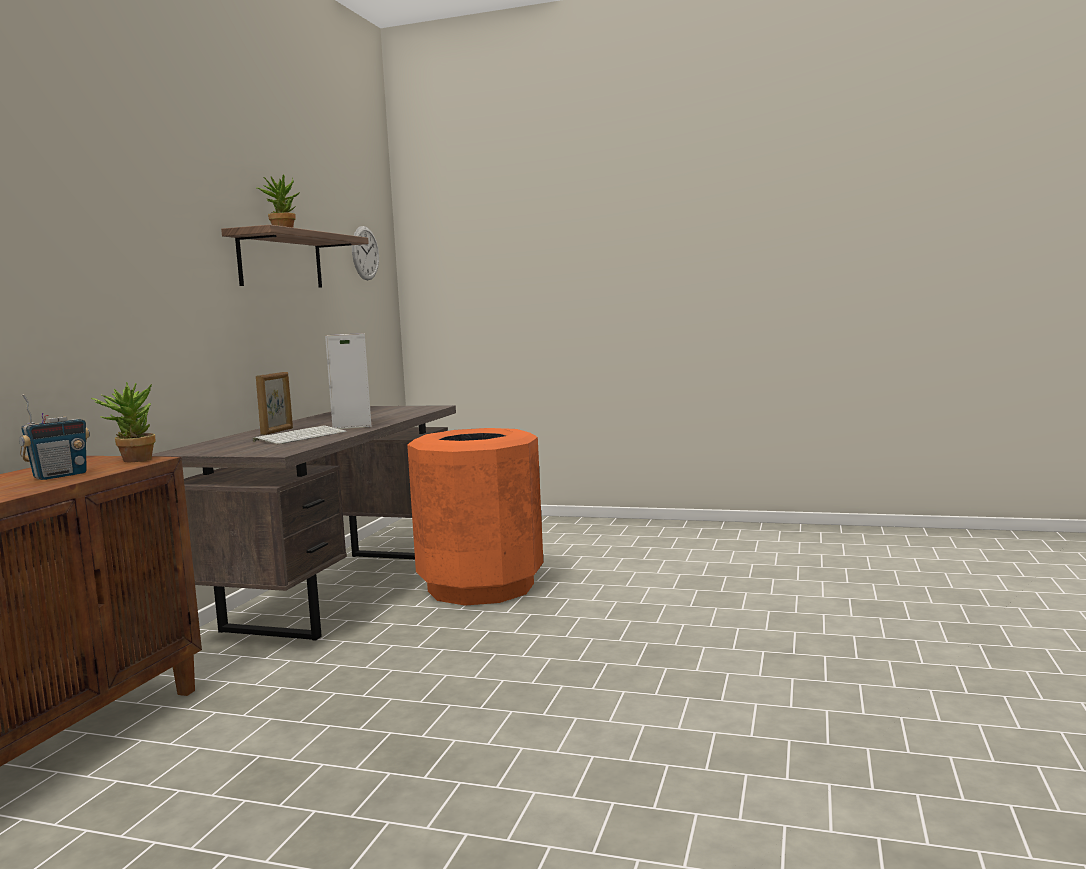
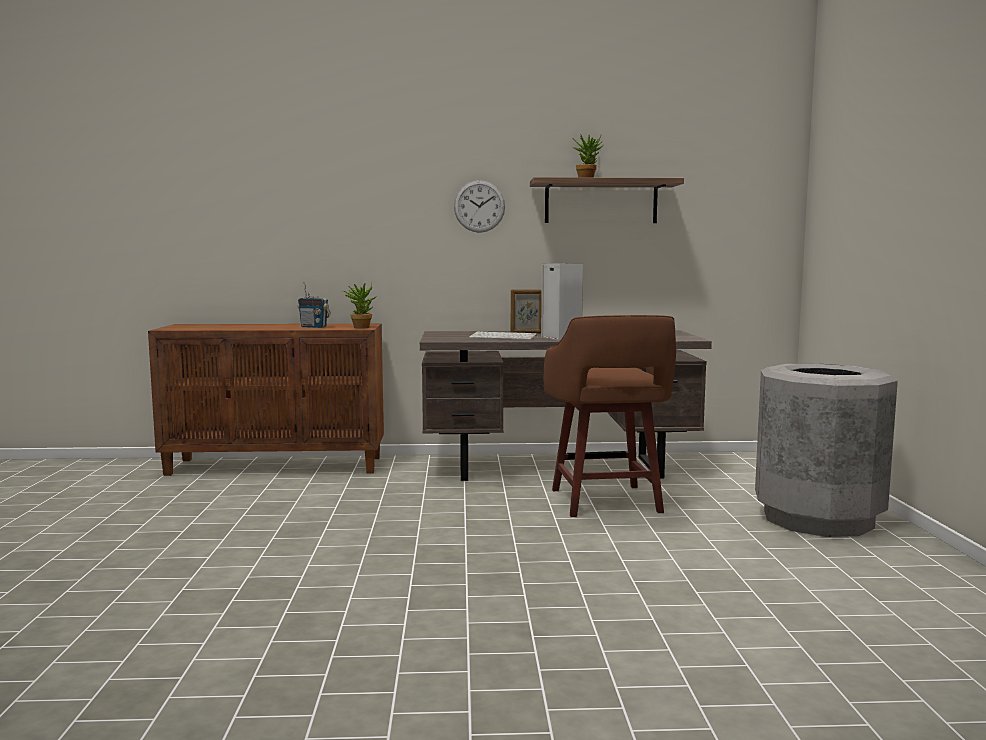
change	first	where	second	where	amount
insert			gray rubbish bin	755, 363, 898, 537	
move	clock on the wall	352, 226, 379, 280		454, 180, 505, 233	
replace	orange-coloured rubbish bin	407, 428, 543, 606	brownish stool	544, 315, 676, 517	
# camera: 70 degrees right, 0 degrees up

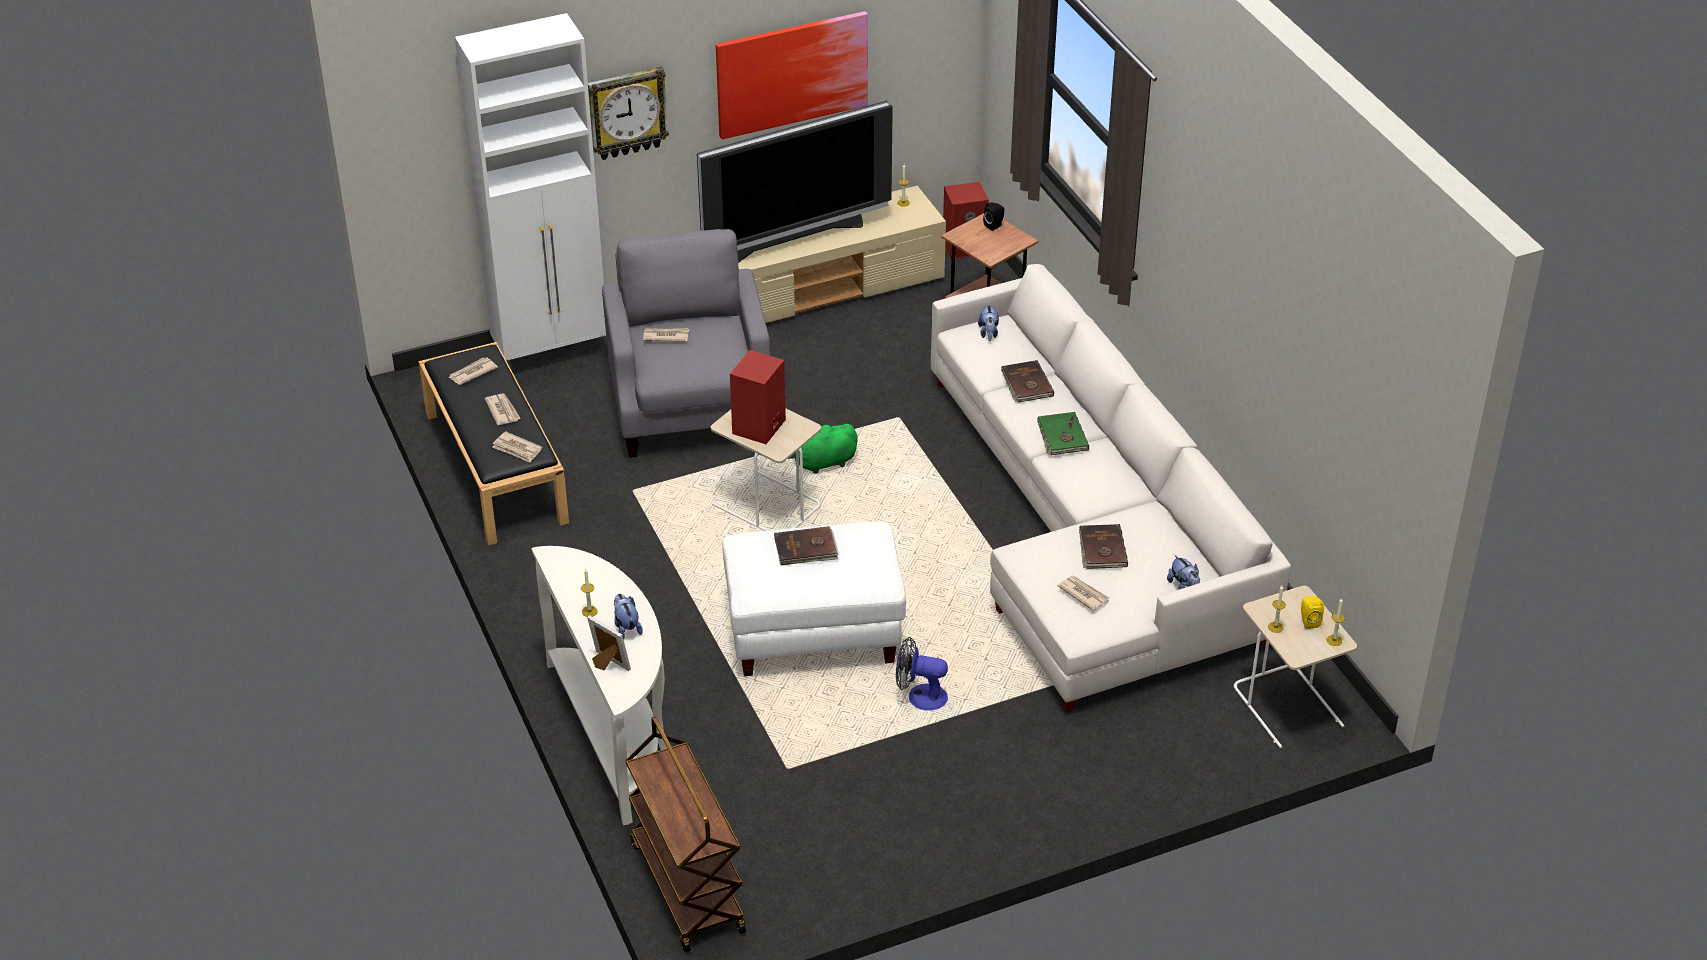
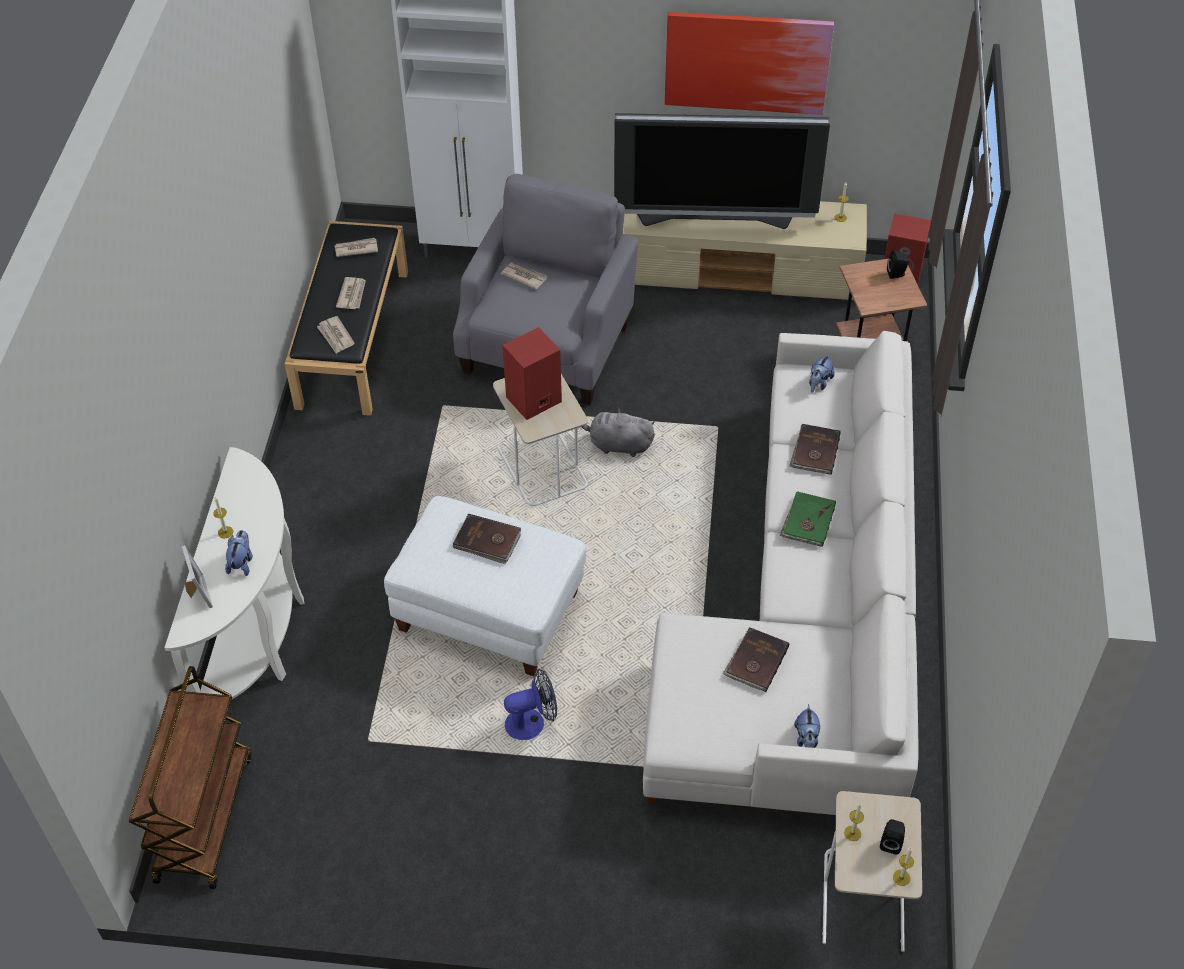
change	first	where	second	where	amount
delete	clock on the wall	588, 66, 669, 160			
delete	printed paper	1058, 575, 1110, 611			
recolor	greenish soft toy	788, 424, 858, 474	gray soft toy	582, 408, 655, 457	
recolor	yellowish audio speaker	1301, 596, 1324, 629	black audio speaker	880, 819, 905, 855	
rotate	cooling fan	896, 637, 948, 711		504, 668, 557, 740	120 degrees clockwise
# camera: 30 degrees right, 10 degrees up

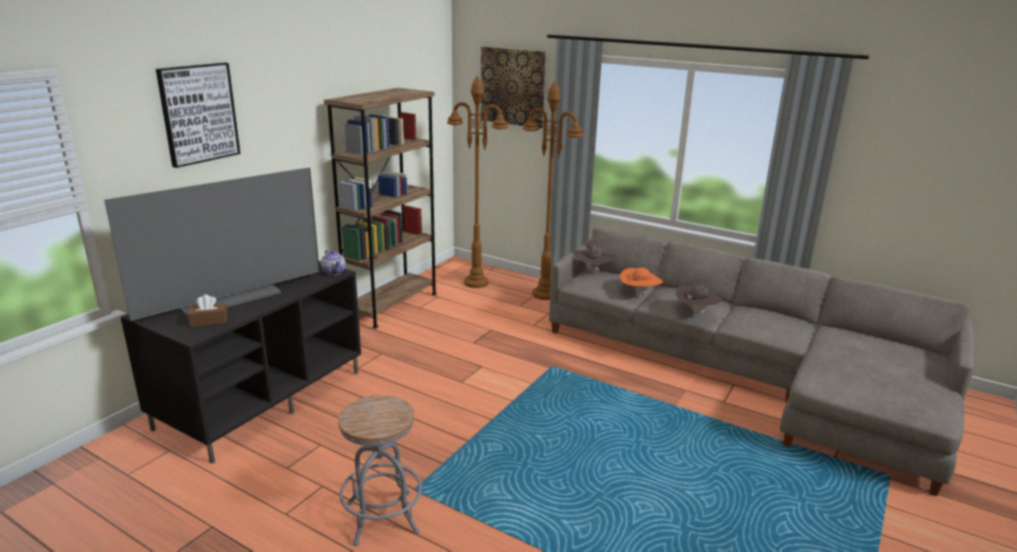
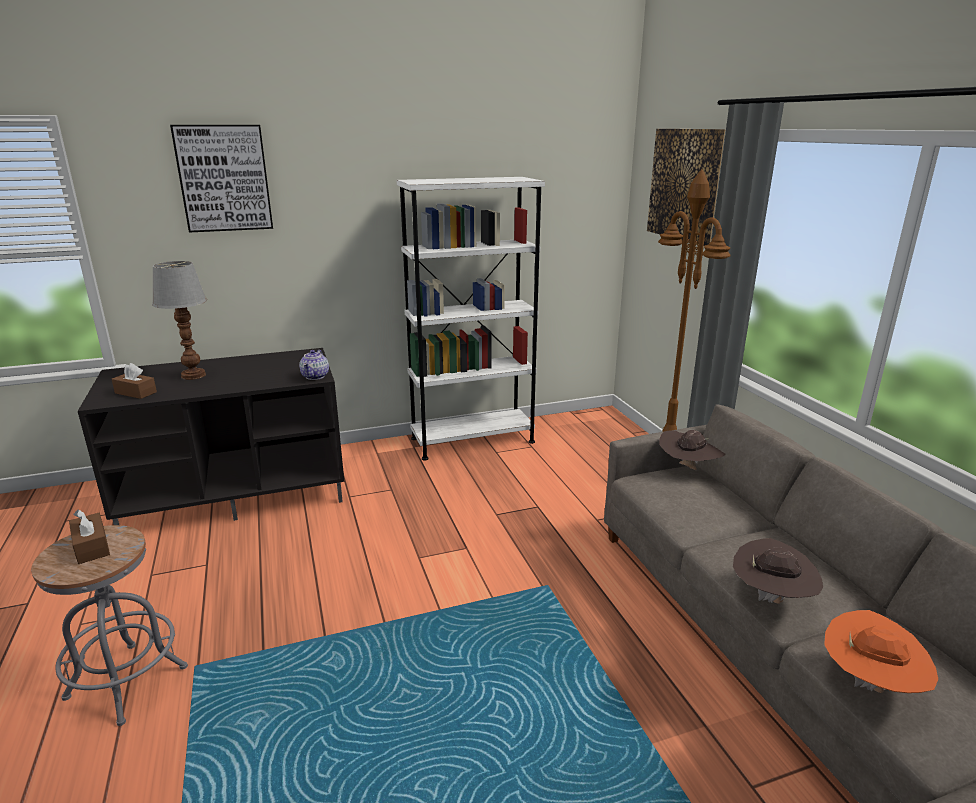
change	first	where	second	where	amount
delete	brownish standard lamp	447, 75, 508, 288			
insert			brownish box of tissues	69, 510, 110, 564	
move	orange-coloured wearable hat	620, 268, 663, 296		824, 610, 938, 693	
replace	TV set	104, 168, 320, 321	table lamp	152, 261, 207, 380	
recolor	brownish bookshelf	324, 88, 437, 329	white bookshelf	397, 177, 545, 461	
# camera: 40 degrees right, 0 degrees up

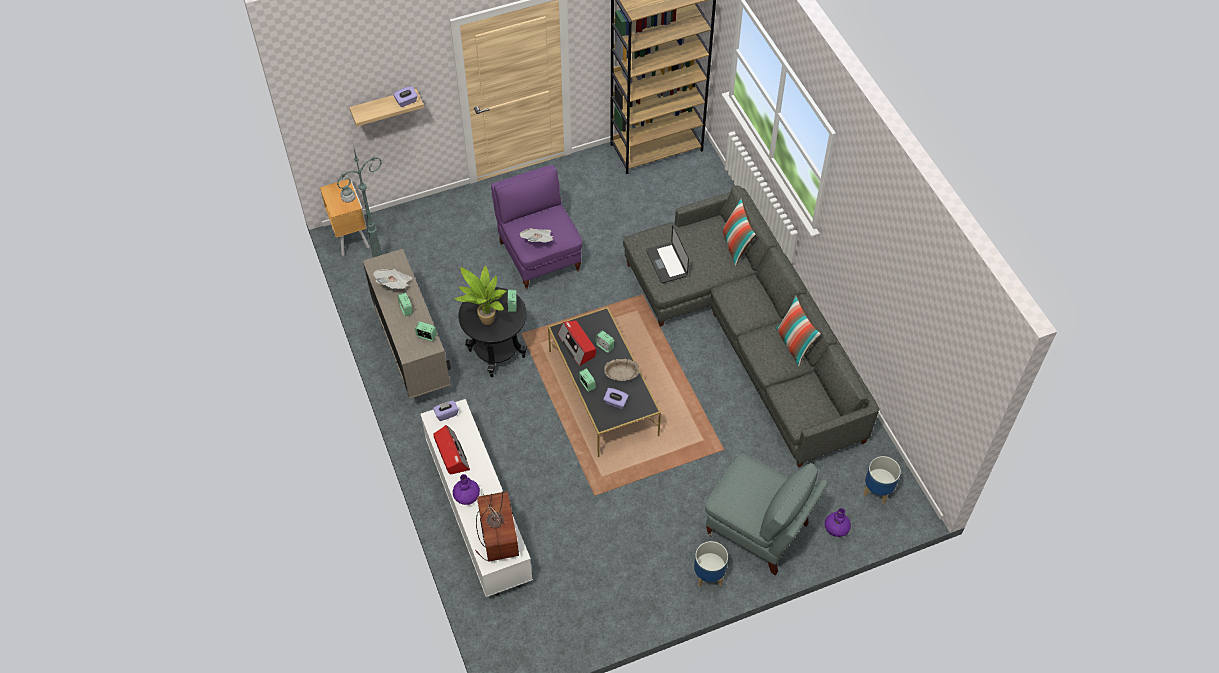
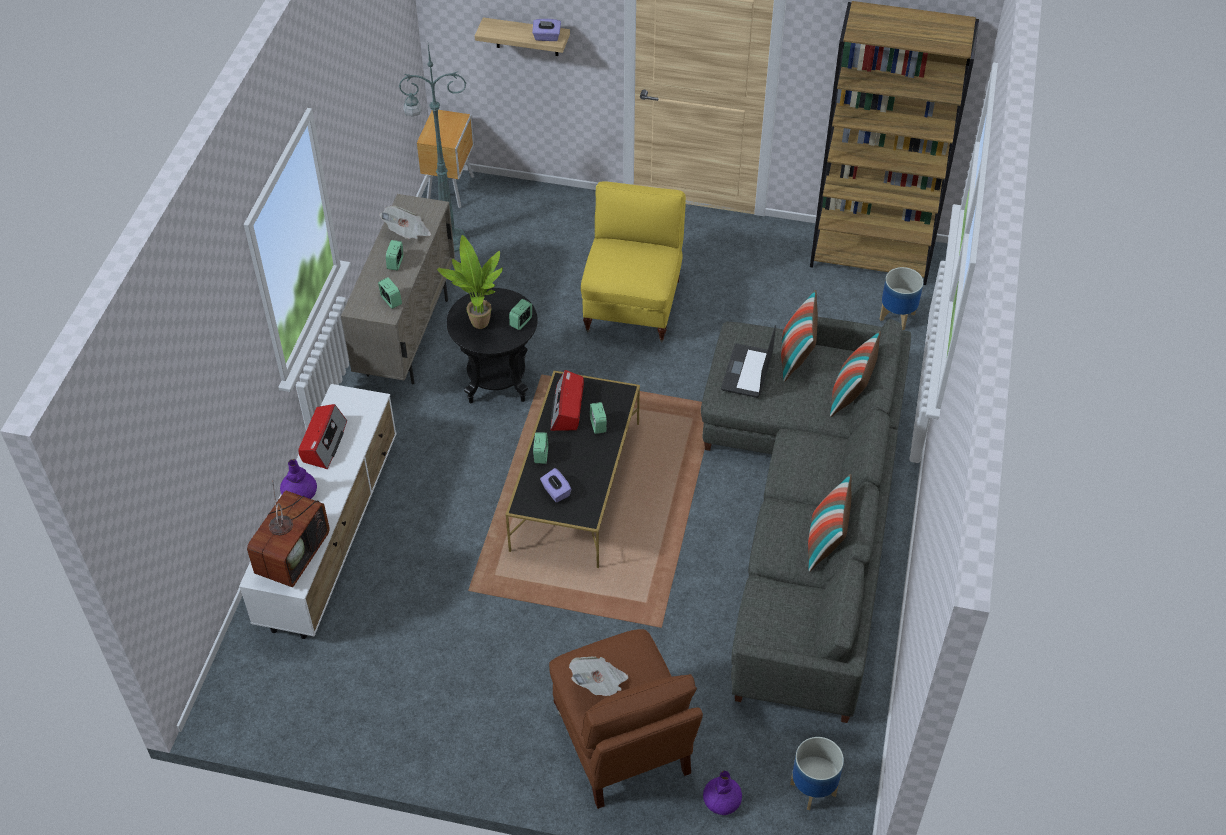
change	first	where	second	where	amount
delete	purple box of tissues	433, 400, 459, 421			
delete	beige-coloured bowl	604, 359, 639, 382			
insert			cushion	781, 290, 818, 382	
move	printed paper	520, 228, 553, 243		569, 657, 629, 696	
move	plant pot	694, 541, 728, 587		880, 267, 923, 330	
recolor	purple armchair	491, 165, 582, 290	yellowish armchair	581, 181, 686, 343	
recolor	gray armchair	705, 454, 828, 576	brownish armchair	549, 629, 703, 809	
# camera: 35 degrees right, 5 degrees down

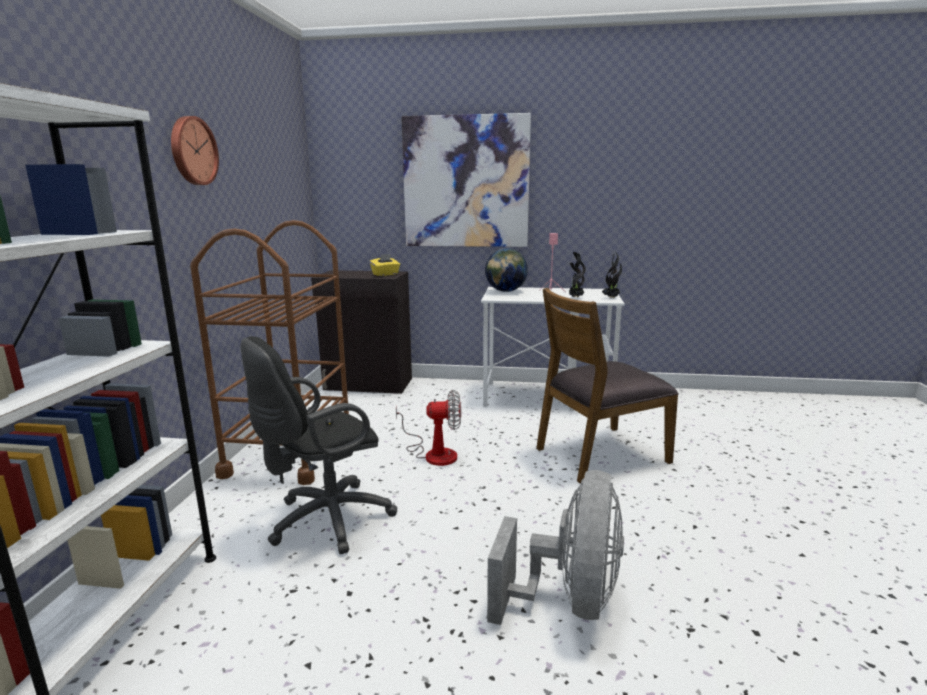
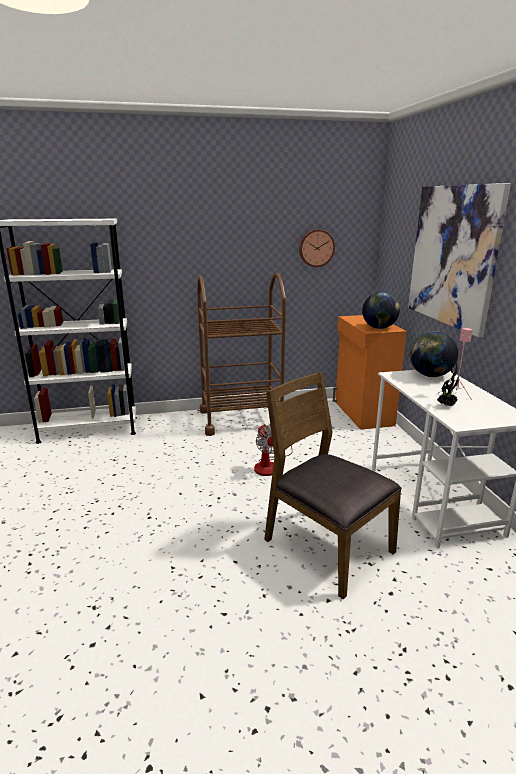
change	first	where	second	where	amount
delete	black office chair	241, 336, 397, 554			
delete	gray cooling fan	487, 470, 624, 625			
delete	plant in a pot	602, 252, 622, 298			
move	clock on the wall	171, 116, 219, 185		299, 229, 335, 267	
replace	yellowish box of tissues	370, 254, 400, 276	globe	362, 292, 400, 329	
recolor	black cabinet	311, 270, 412, 394	orange-coloured cabinet	333, 315, 407, 430	
# camera: 70 degrees right, 5 degrees up

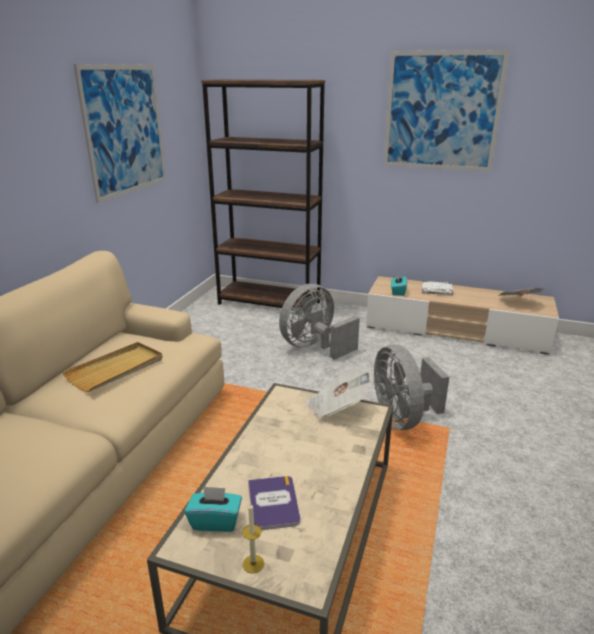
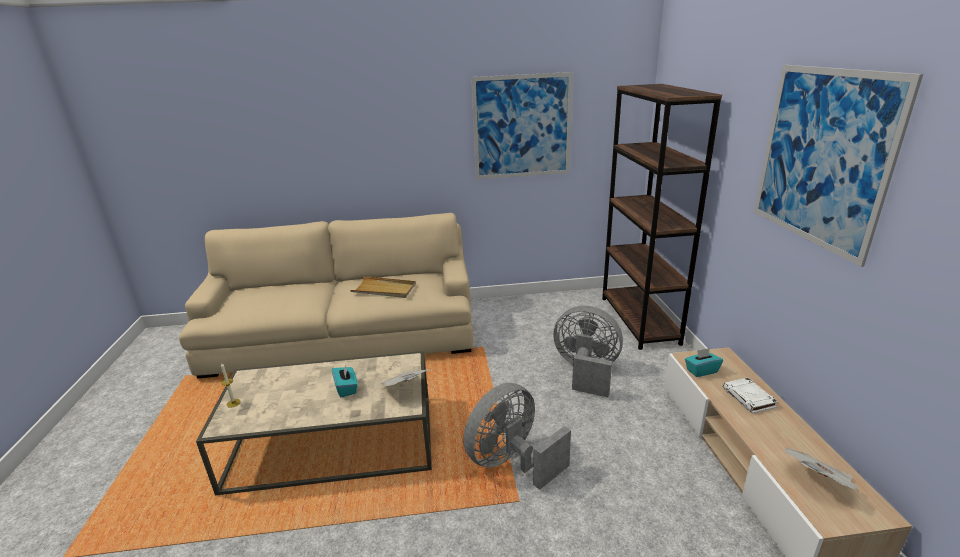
change	first	where	second	where	amount
delete	book	248, 476, 300, 530			
move	blue-green box of tissues	185, 486, 242, 532		332, 364, 358, 397	
# camera: 65 degrees right, 0 degrees up

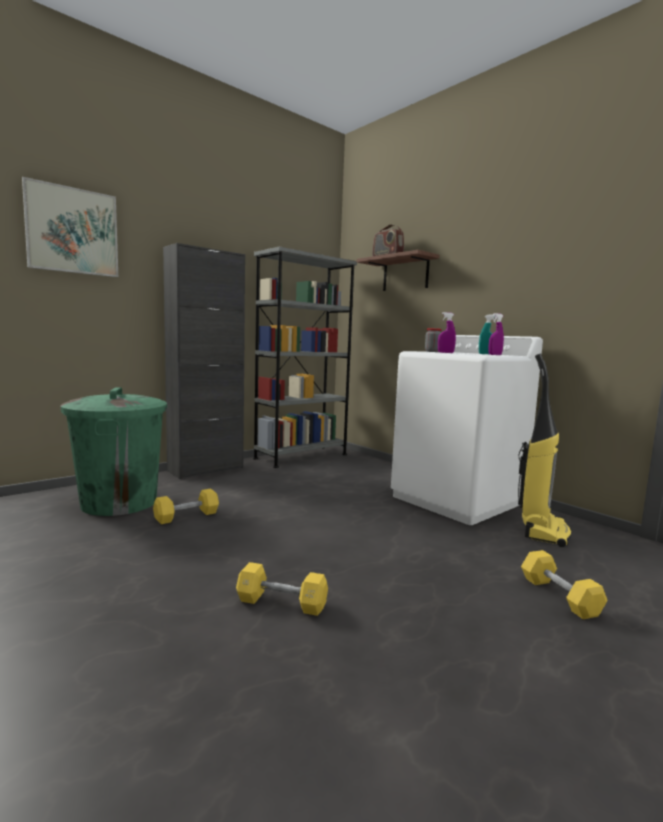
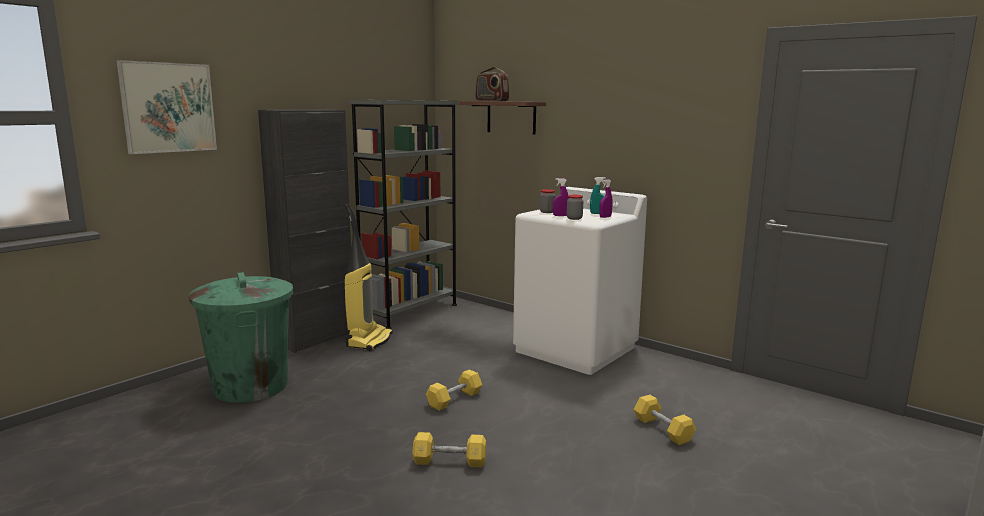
change	first	where	second	where	amount
insert			jar	567, 195, 583, 220	
move	yellowish hand weight	153, 488, 219, 524		426, 369, 482, 411	
move	hoover	518, 354, 572, 547		342, 203, 393, 351	
# camera: 10 degrees left, 5 degrees up

